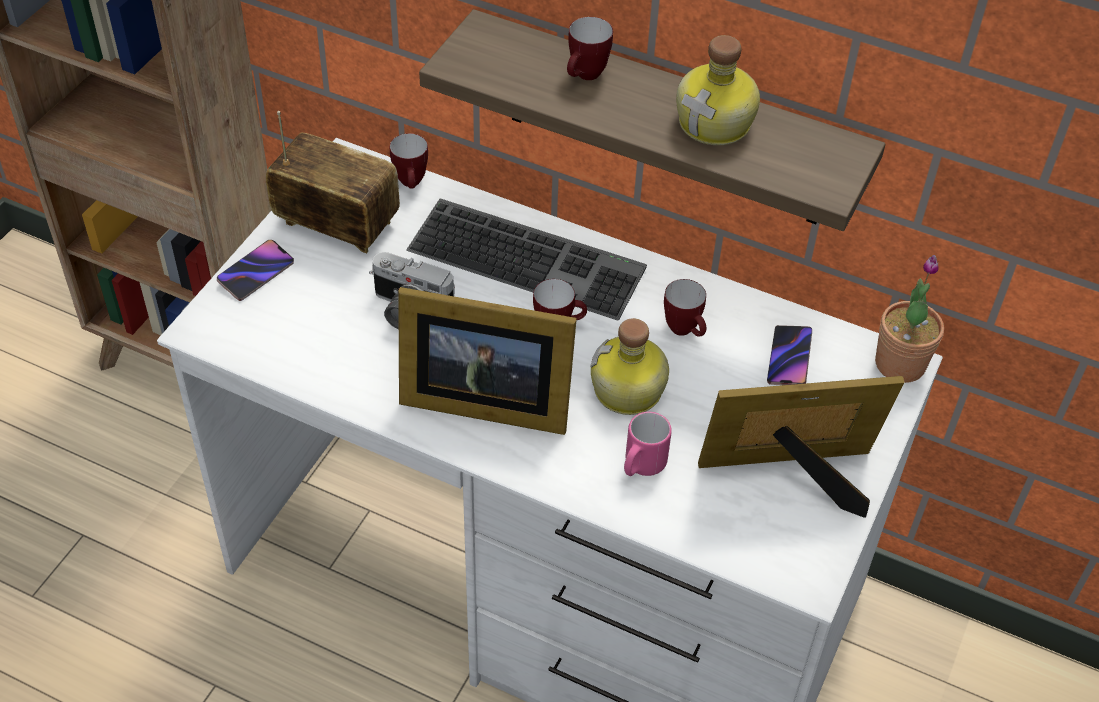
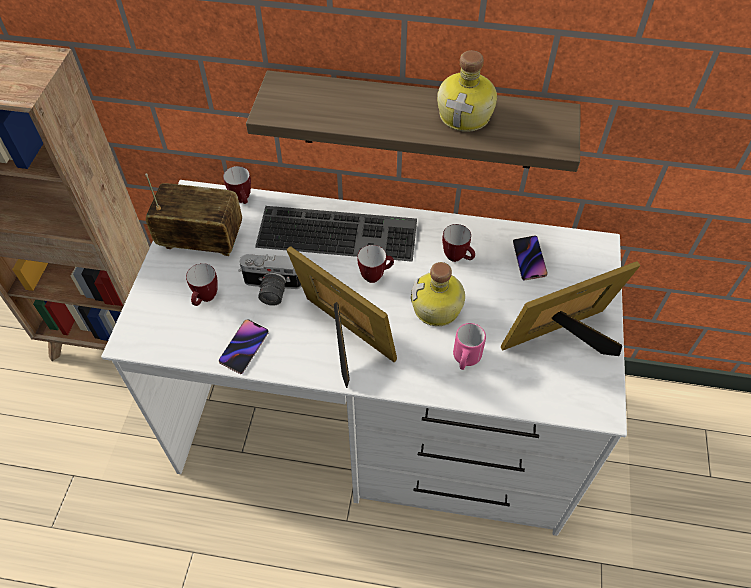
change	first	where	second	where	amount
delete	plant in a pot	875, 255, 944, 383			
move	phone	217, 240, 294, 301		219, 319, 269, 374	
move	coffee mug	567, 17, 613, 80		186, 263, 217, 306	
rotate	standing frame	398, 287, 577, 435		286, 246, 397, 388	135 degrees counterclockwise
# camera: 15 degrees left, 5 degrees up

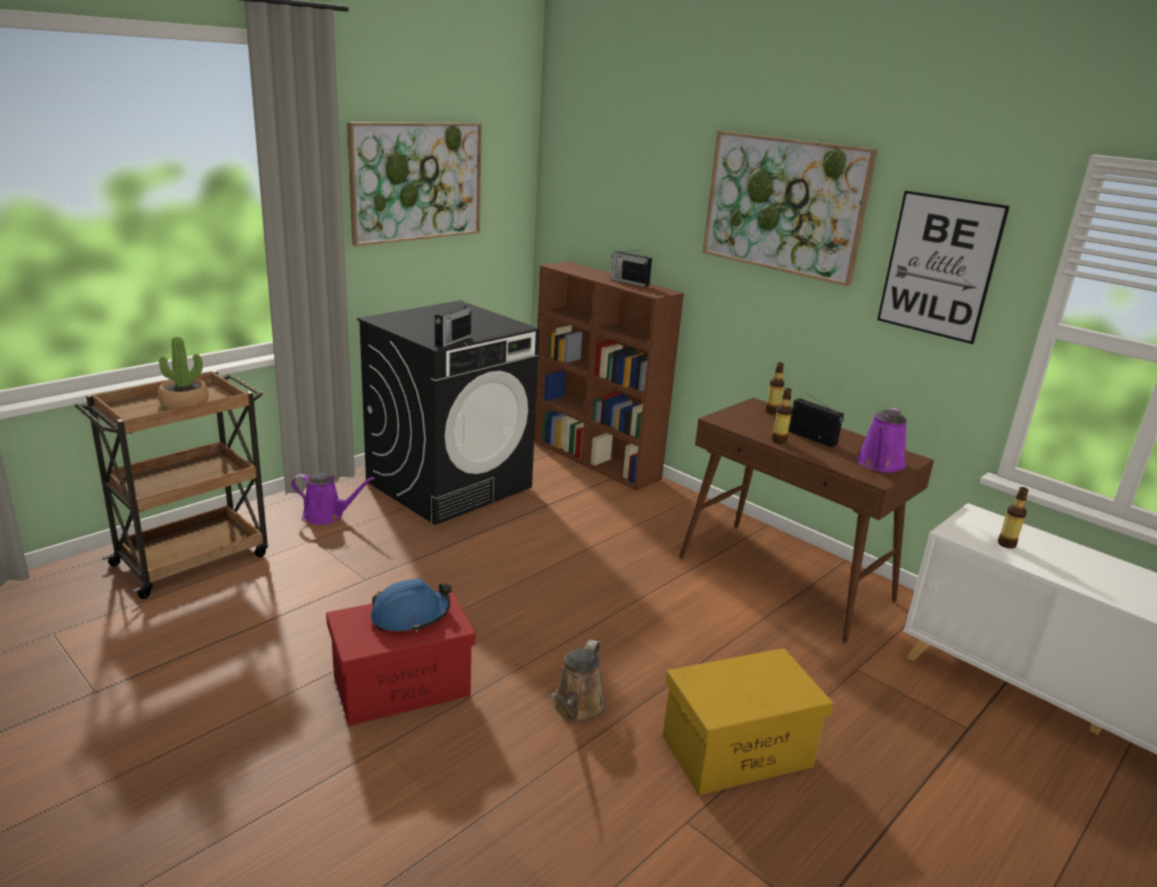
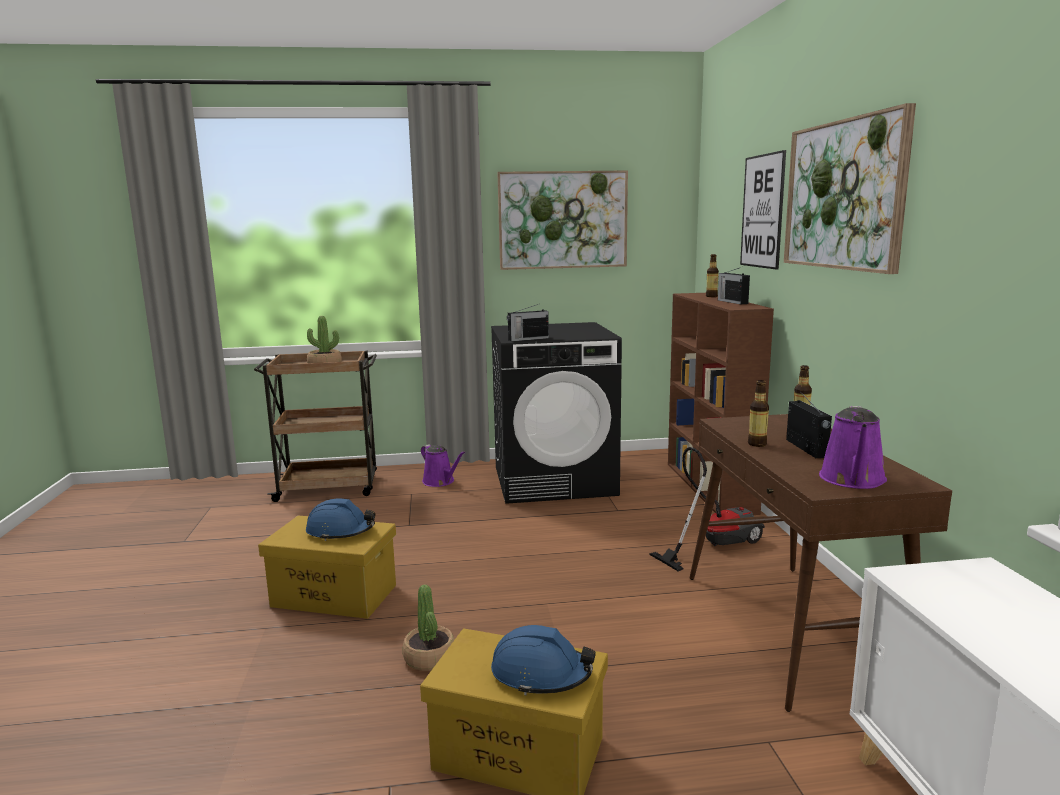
change	first	where	second	where	amount
insert			bluish safety helmet	491, 625, 596, 696	
insert			hoover	649, 447, 765, 571	
move	wall art	877, 191, 1010, 344		740, 150, 786, 270	
move	bottle	998, 487, 1029, 548		706, 254, 719, 297	
replace	brownish watering pot	550, 640, 606, 722	plant in a pot	402, 585, 455, 671	
recolor	reddish storage bin	326, 591, 476, 726	yellowish storage bin	258, 515, 396, 619	
rotate	purple watering pot	857, 408, 907, 473		819, 406, 887, 489	45 degrees counterclockwise
# camera: 40 degrees right, 10 degrees down

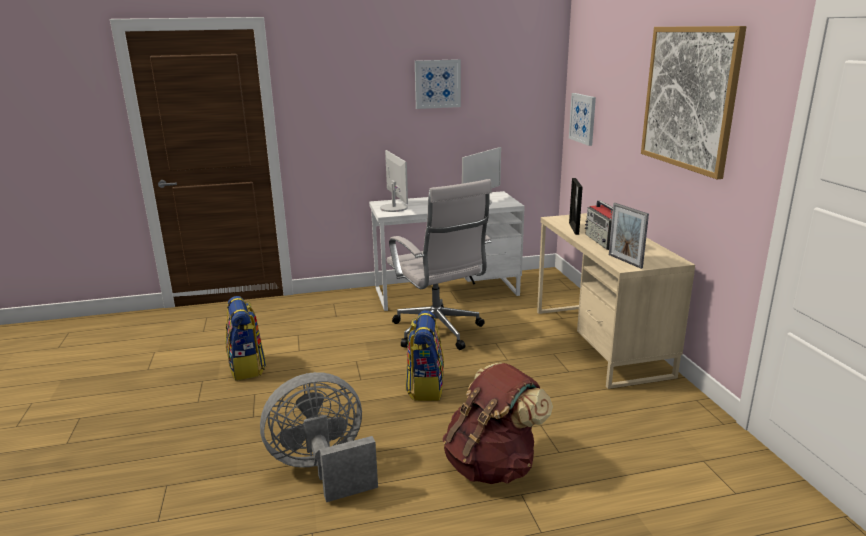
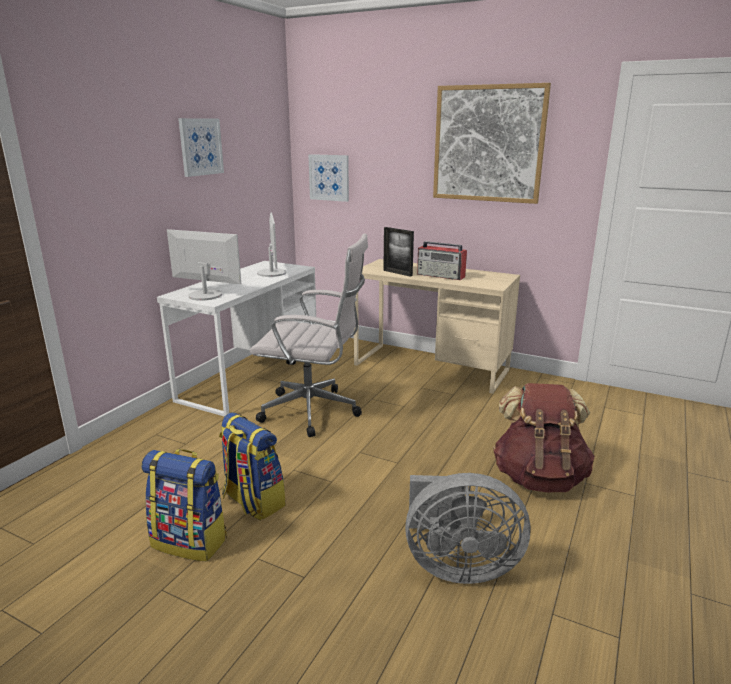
change	first	where	second	where	amount
delete	standing frame	609, 203, 649, 269			
move	backpack	406, 310, 444, 401		219, 412, 286, 520	
rotate	gray cooling fan	260, 372, 378, 502		405, 473, 530, 584	105 degrees counterclockwise
# camera: 50 degrees left, 0 degrees up

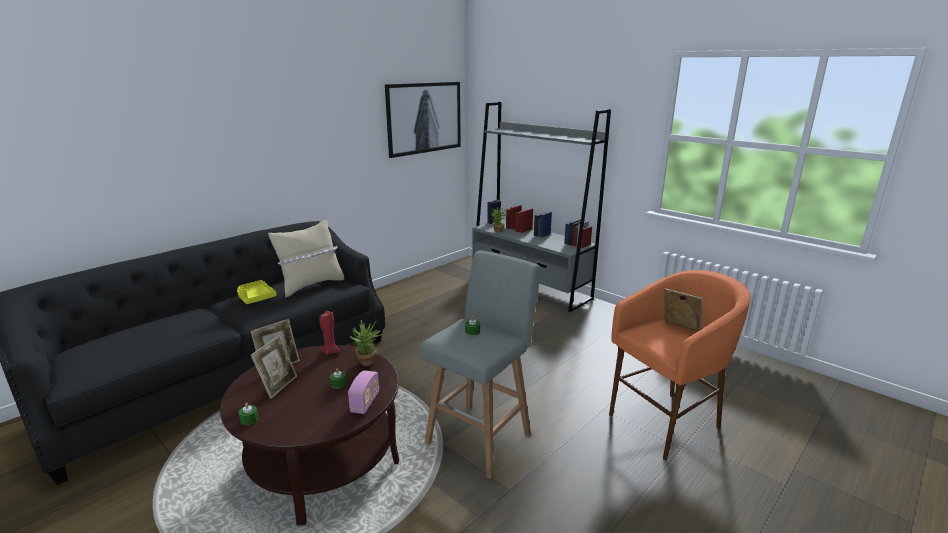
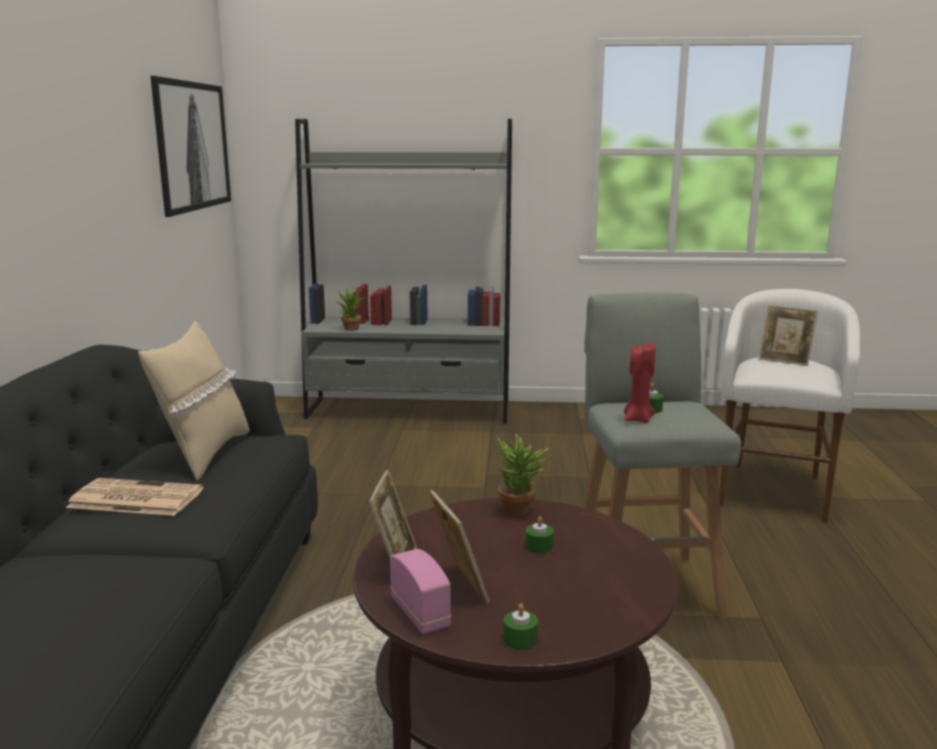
change	first	where	second	where	amount
move	reddish wax light	319, 311, 341, 356		624, 342, 655, 423	
move	radio set	348, 370, 379, 414		390, 549, 451, 634	
replace	yellowish carrying tray	237, 280, 277, 304	printed paper	66, 478, 203, 516	
recolor	orange-coloured stool	609, 270, 751, 460	white stool	719, 289, 860, 523	
rotate	standing frame	664, 288, 703, 332		759, 305, 818, 366	150 degrees counterclockwise
# camera: 40 degrees left, 5 degrees down

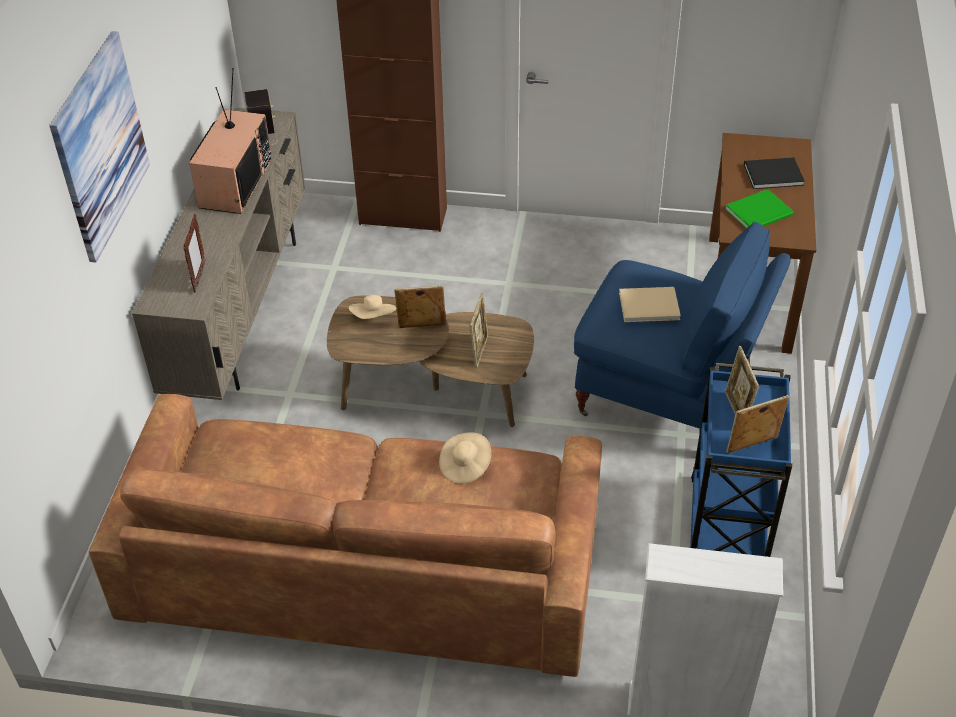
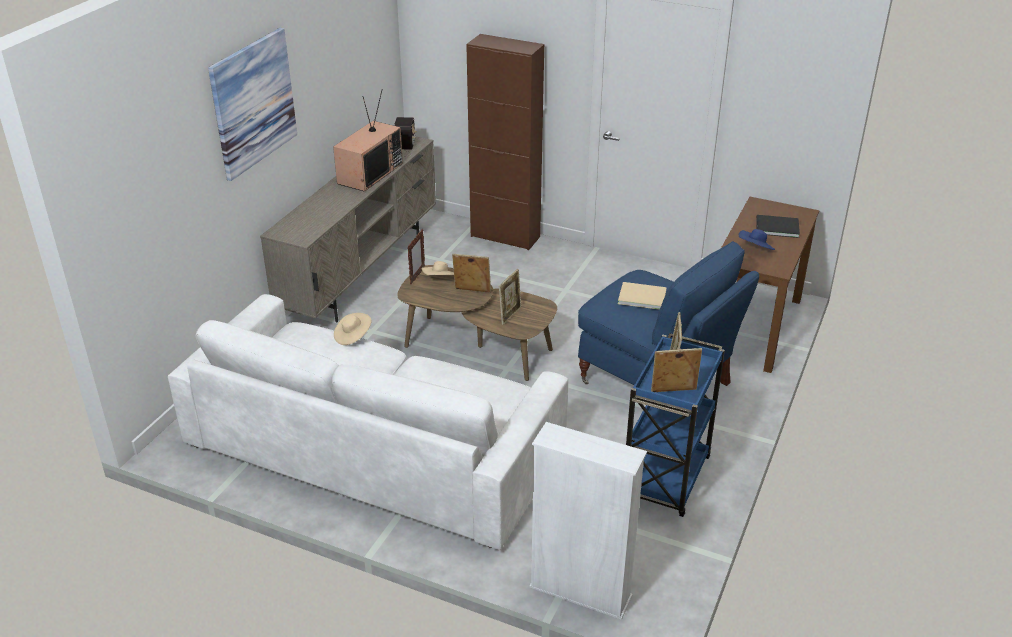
change	first	where	second	where	amount
move	standing frame	183, 214, 206, 292		407, 229, 425, 285	
move	beige-coloured wearable hat	439, 433, 491, 484		334, 313, 372, 345	
replace	greenish book	725, 189, 794, 228	bluish wearable hat	739, 229, 775, 250	
recolor	brownish settee	89, 394, 602, 677	white settee	168, 294, 568, 550	
# camera: 15 degrees right, 10 degrees down

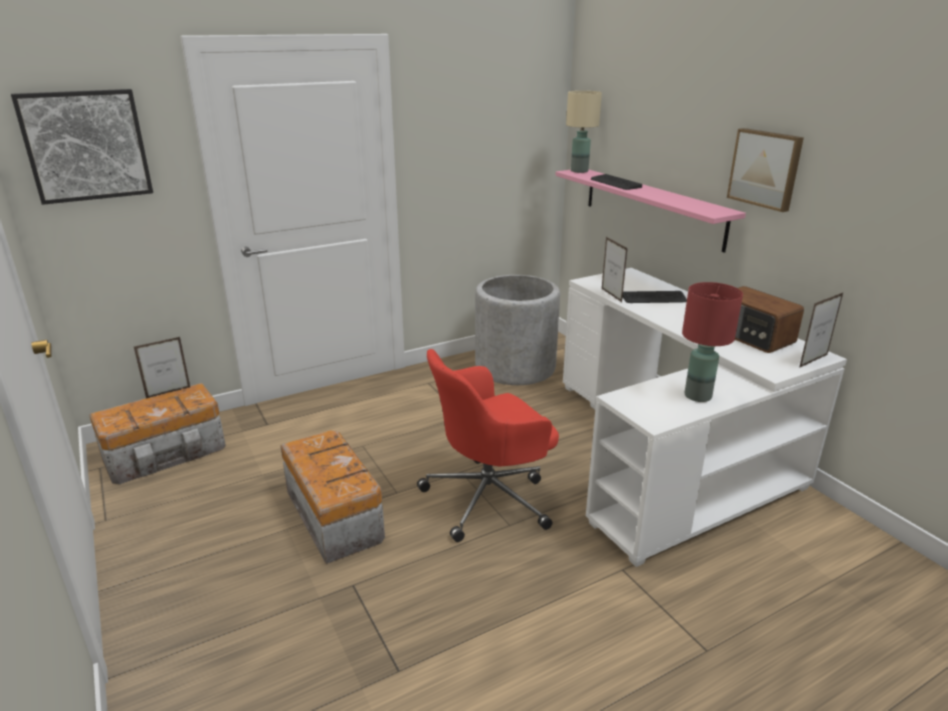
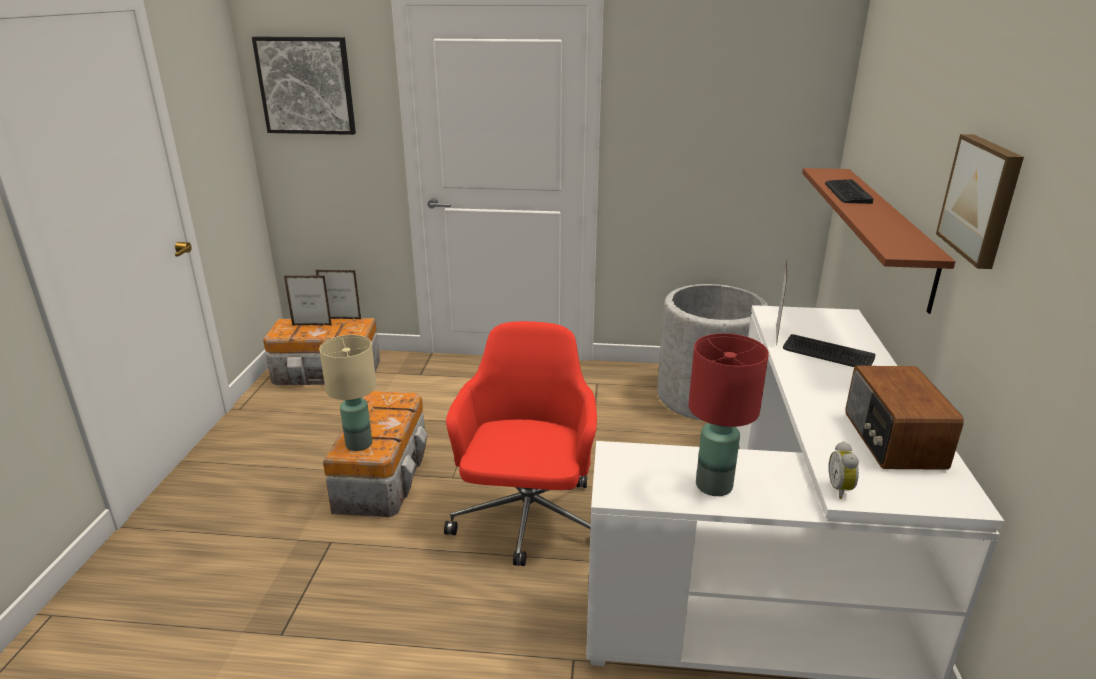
change	first	where	second	where	amount
insert			alarm clock	829, 441, 859, 499	
move	beige-coloured table lamp	566, 91, 602, 173		319, 335, 377, 451	
move	standing frame	799, 293, 843, 368		284, 276, 331, 326	
recolor	pinkish bracket shelf	556, 170, 746, 253	brownish bracket shelf	802, 168, 956, 314	
rotate	reddish office chair	417, 349, 559, 542		444, 321, 597, 566	90 degrees clockwise
# camera: 35 degrees right, 0 degrees up

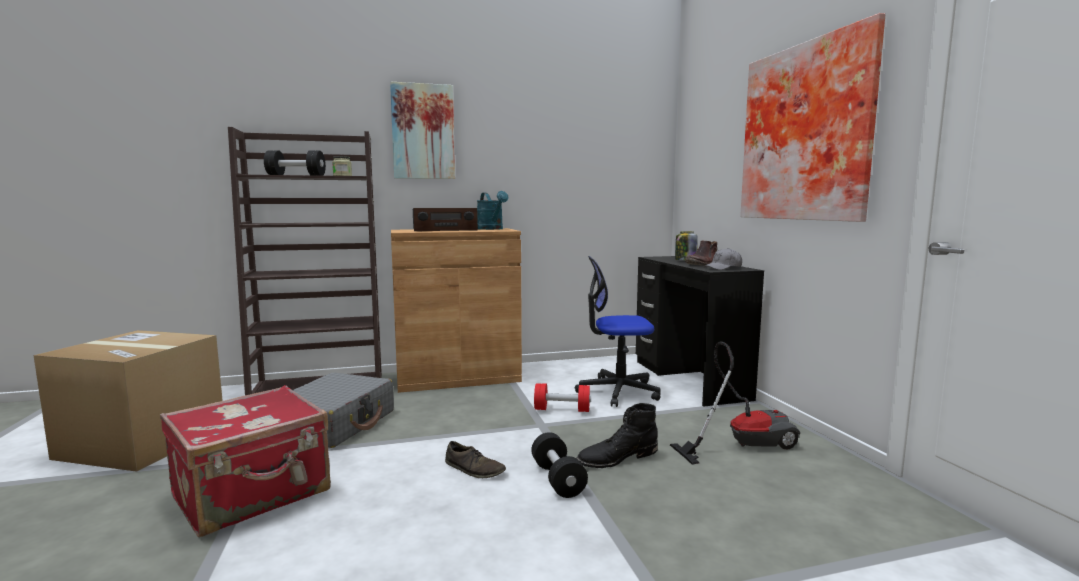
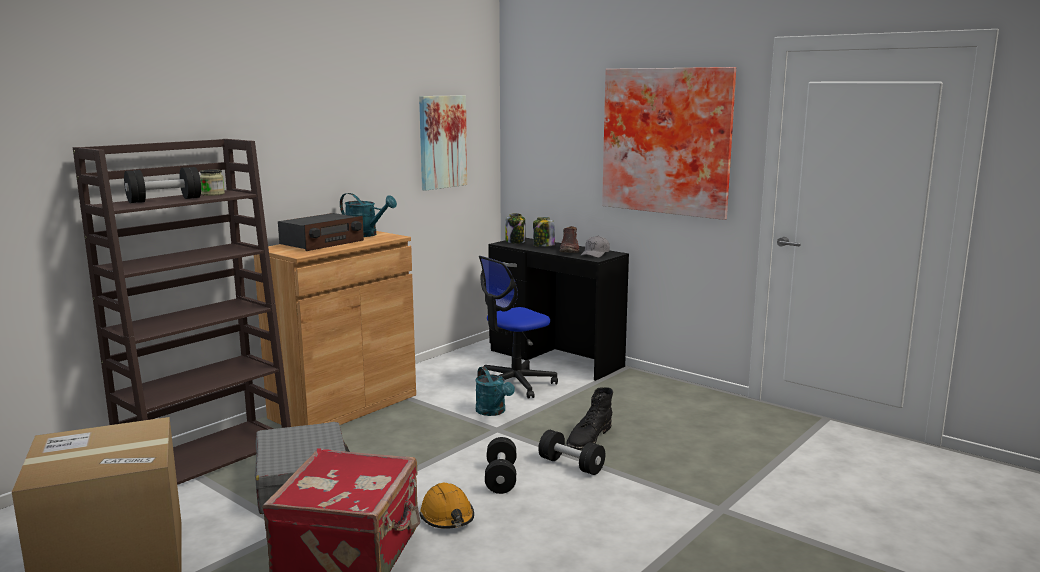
change	first	where	second	where	amount
delete	hoover	670, 341, 800, 465			
insert			orange-coloured safety helmet	419, 483, 474, 529	
insert			jar	505, 213, 525, 244	
move	wall art	390, 82, 455, 179		419, 95, 467, 191	
replace	brownish shoe	445, 441, 506, 478	black hand weight	485, 437, 516, 494	
replace	reddish hand weight	534, 383, 591, 412	blue-green watering pot	475, 366, 515, 416	
# camera: 35 degrees left, 5 degrees up

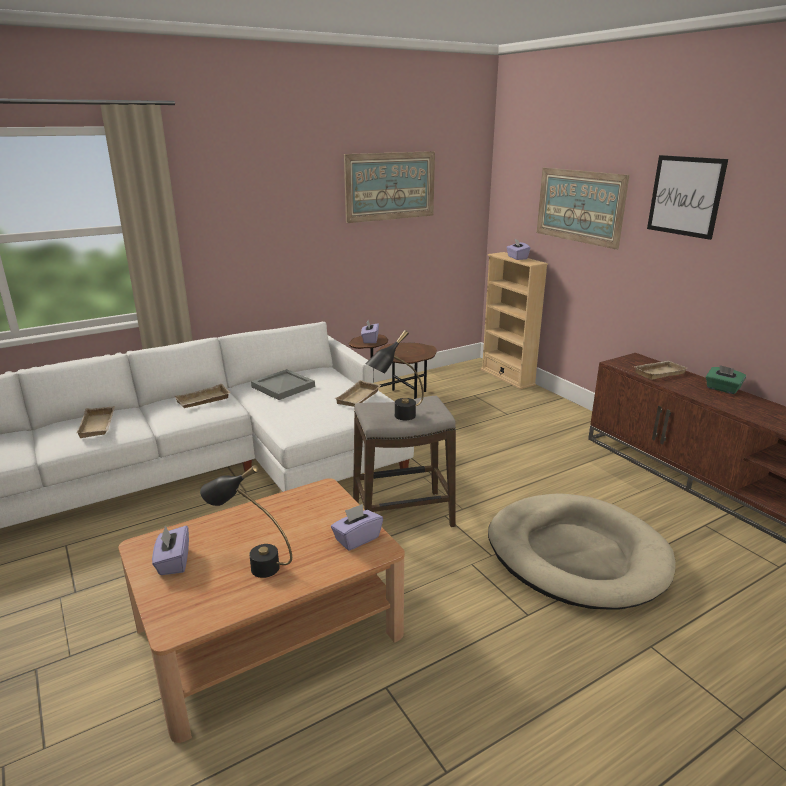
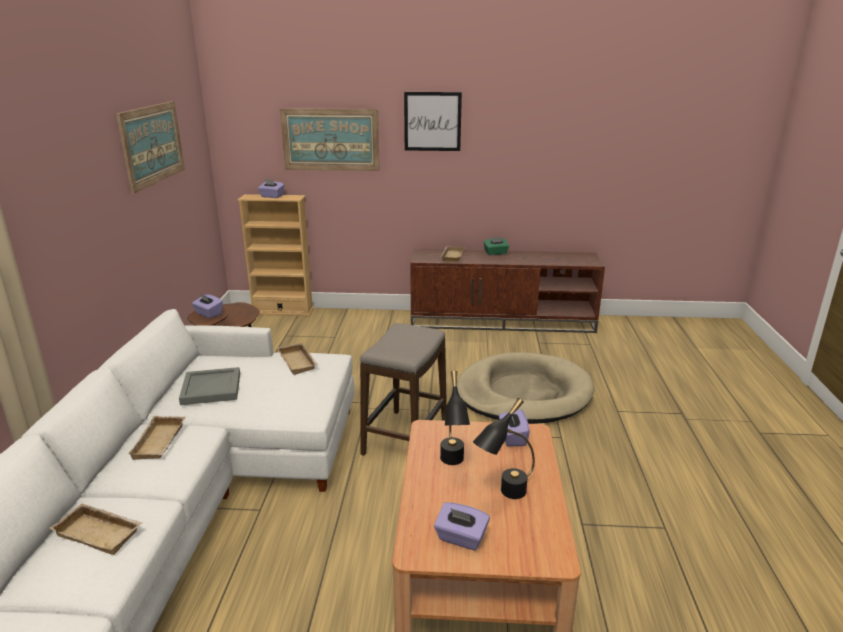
change	first	where	second	where	amount
move	black table lamp	365, 330, 424, 420		440, 371, 470, 465	
# camera: 55 degrees left, 0 degrees up

